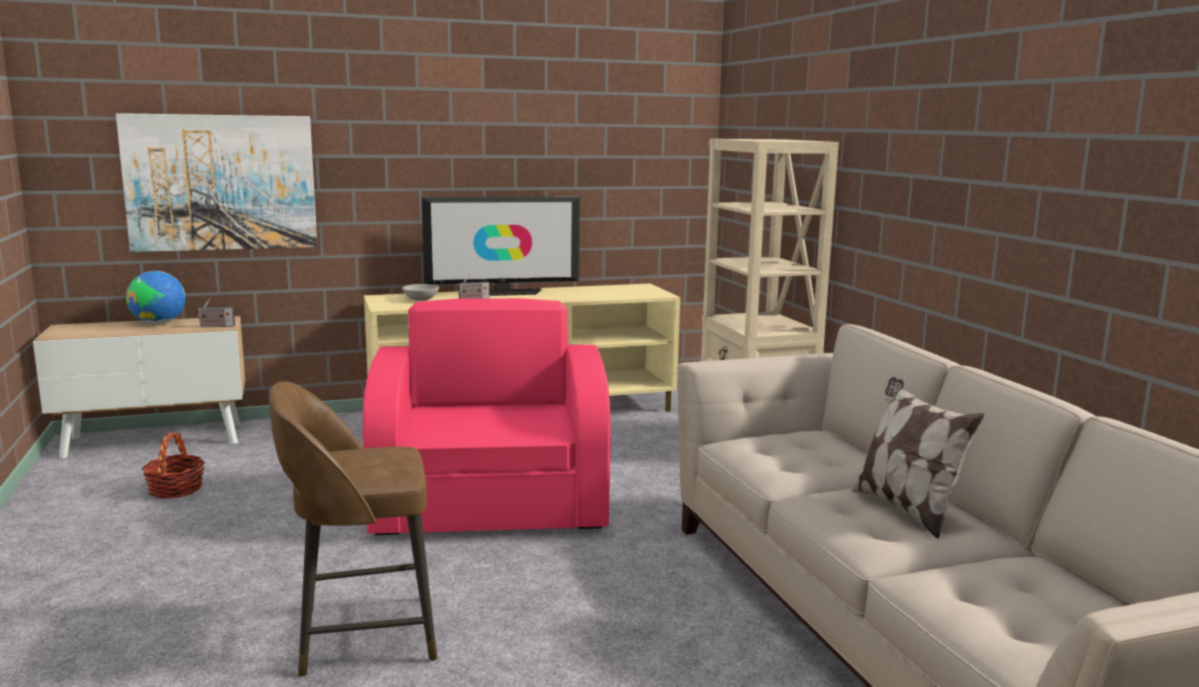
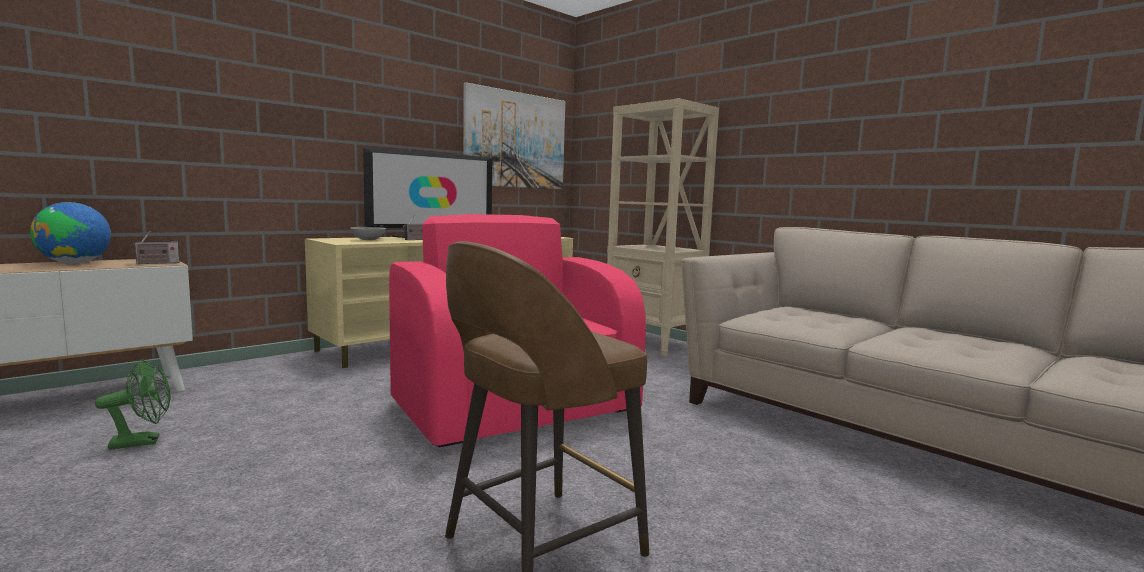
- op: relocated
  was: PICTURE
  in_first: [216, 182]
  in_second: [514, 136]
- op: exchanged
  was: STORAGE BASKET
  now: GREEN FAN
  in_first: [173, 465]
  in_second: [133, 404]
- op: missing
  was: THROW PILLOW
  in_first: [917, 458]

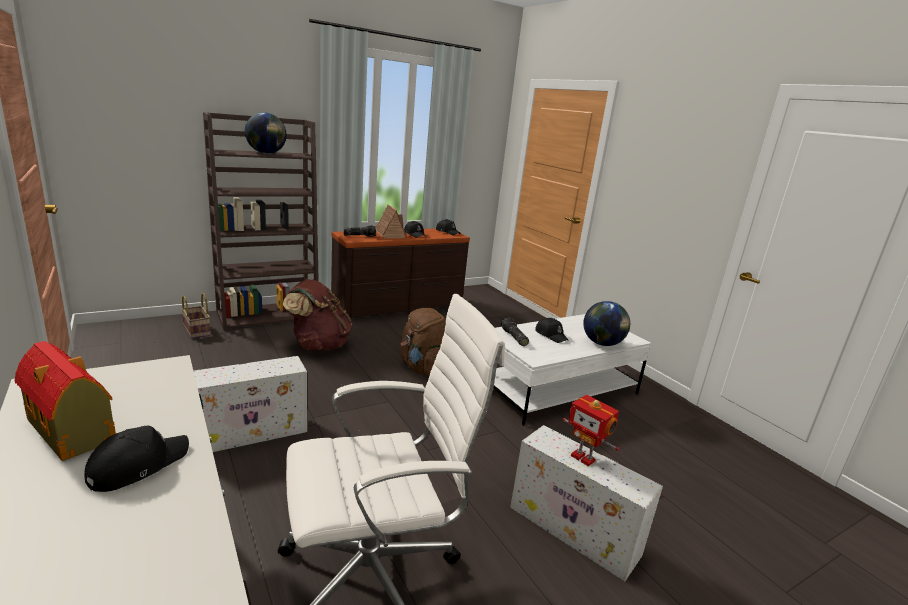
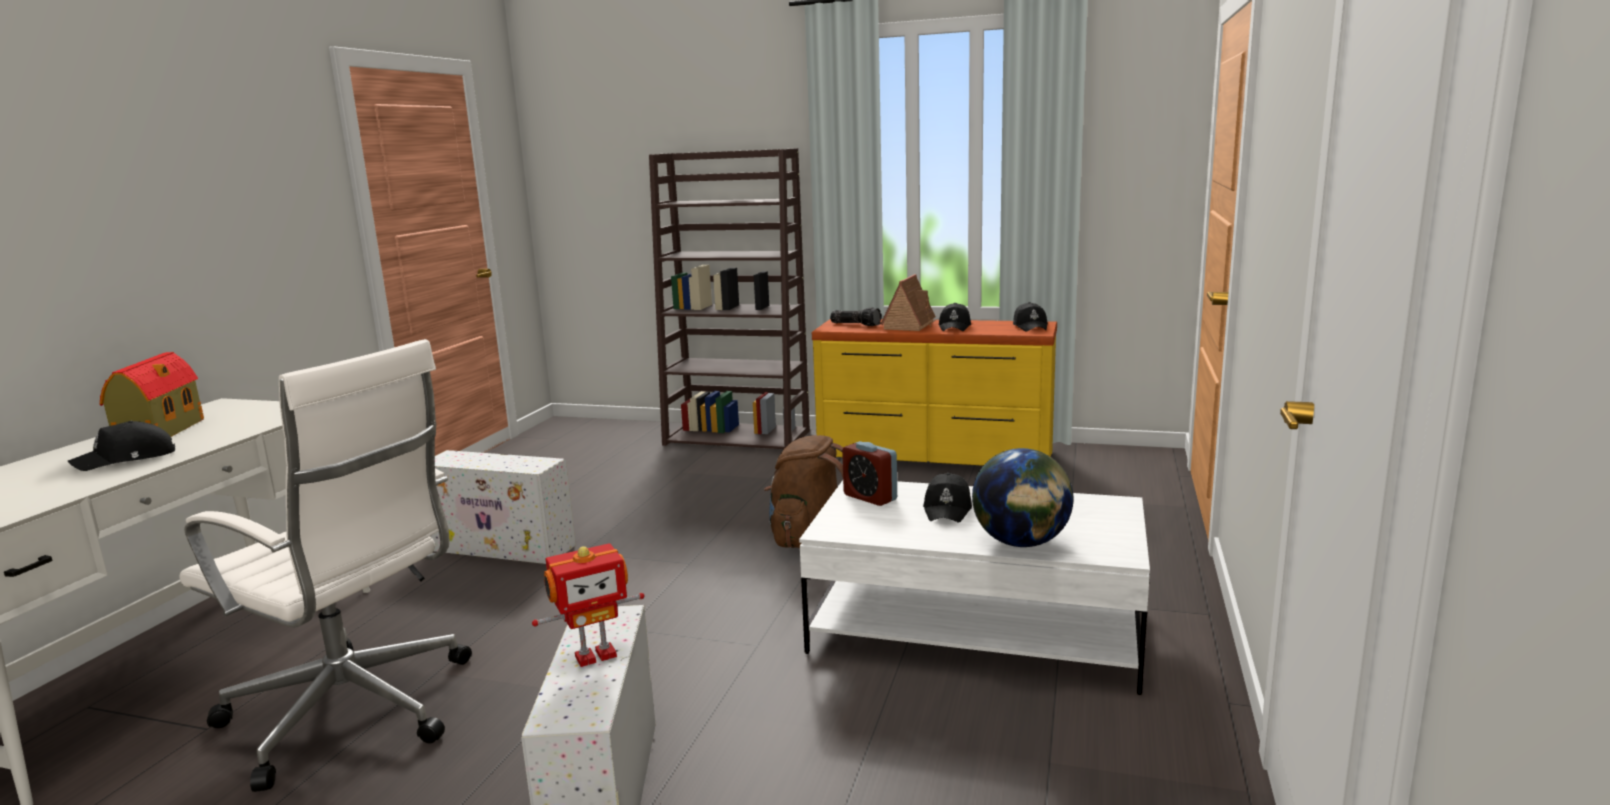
- op: spun
  was: BLACKISH CAP
  in_first: [136, 459]
  in_second: [121, 446]
  clockwise: 150
- op: missing
  was: STORAGE BASKET
  in_first: [196, 316]
- op: missing
  was: DESK GLOBE
  in_first: [266, 133]
- op: missing
  was: BROWN-COLOURED RUCKSACK
  in_first: [317, 315]
- op: colour
  was: BROWN-COLOURED DRESSER
  now: YELLOWISH DRESSER
  in_first: [400, 273]
  in_second: [934, 392]
- op: exchanged
  was: TORCH
  now: BEDSIDE CLOCK
  in_first: [515, 331]
  in_second: [869, 473]
- op: spun
  was: MODEL ROBOT
  in_first: [591, 430]
  in_second: [588, 605]
  clockwise: -120

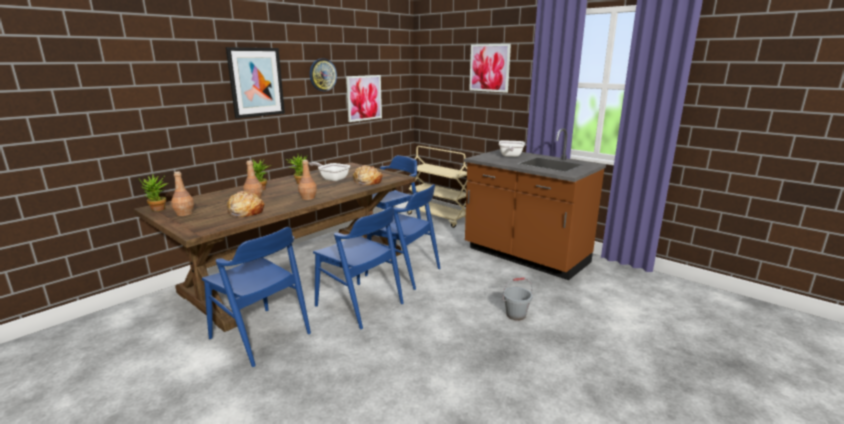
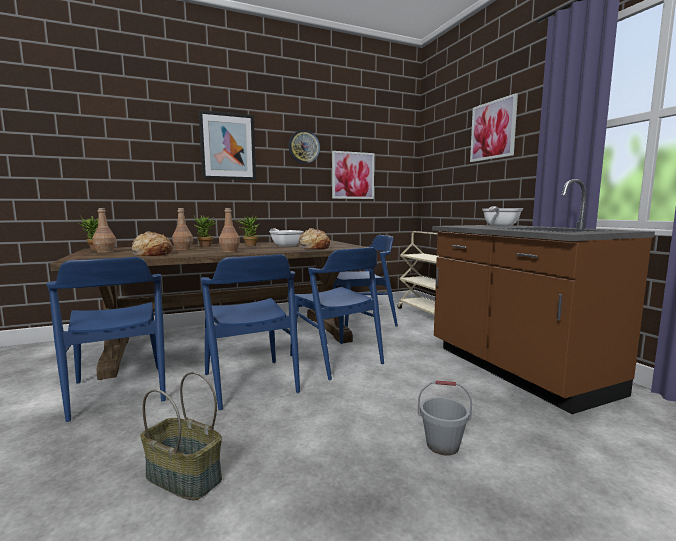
- op: appeared
  now: STORAGE BASKET
  in_second: [181, 436]

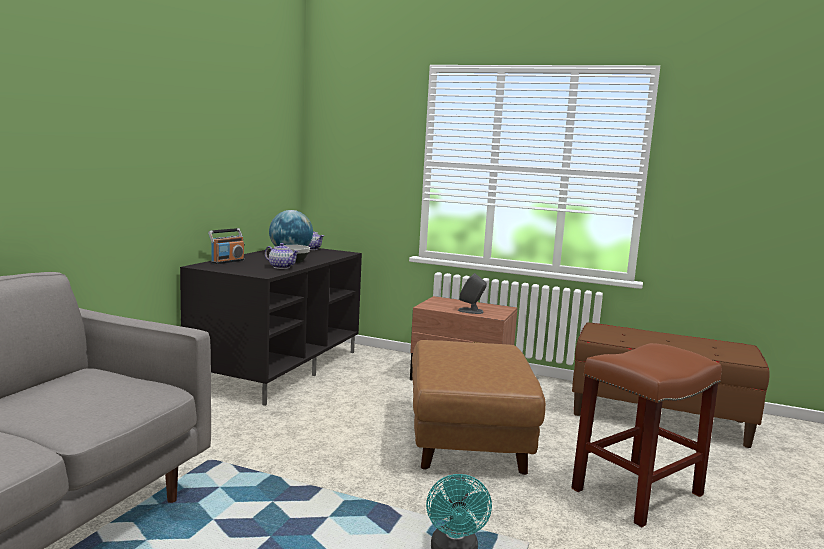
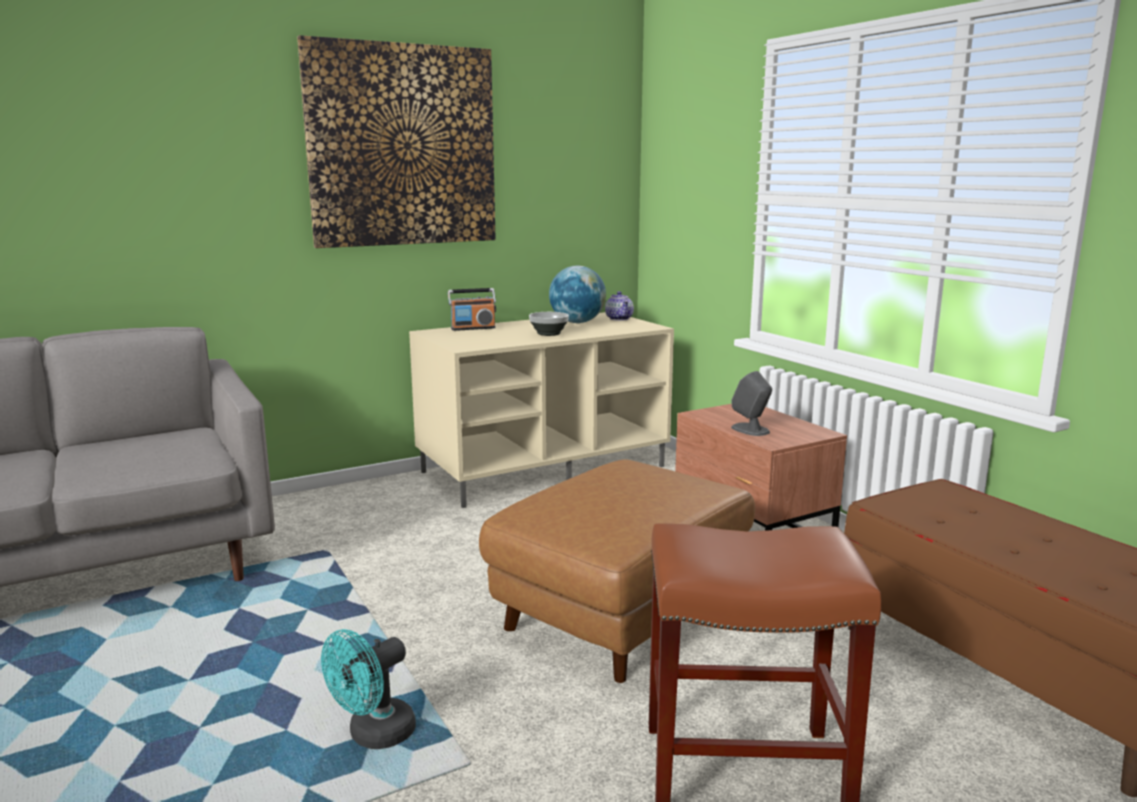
- op: colour
  was: BLACKISH MEDIA CONSOLE
  now: BEIGE-COLOURED MEDIA CONSOLE
  in_first: [271, 327]
  in_second: [541, 410]
- op: missing
  was: TEA POT
  in_first: [282, 256]
- op: appeared
  now: PICTURE
  in_second: [396, 141]

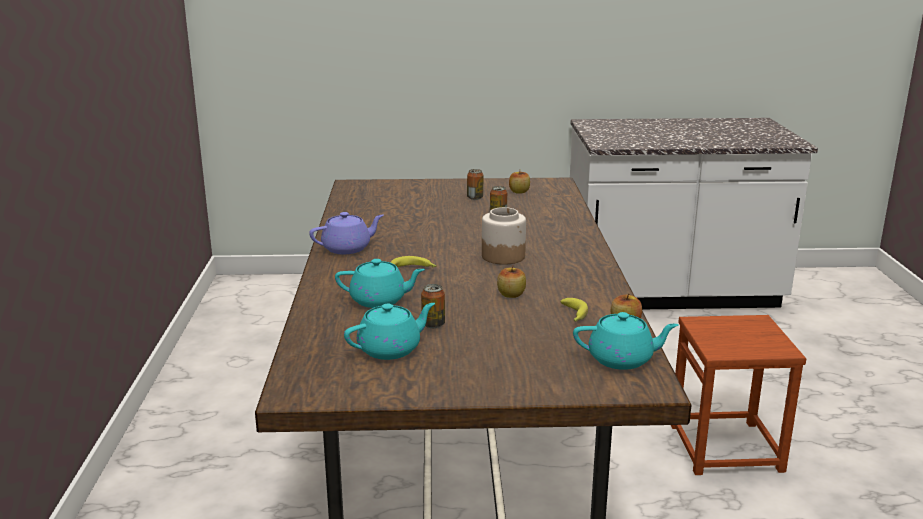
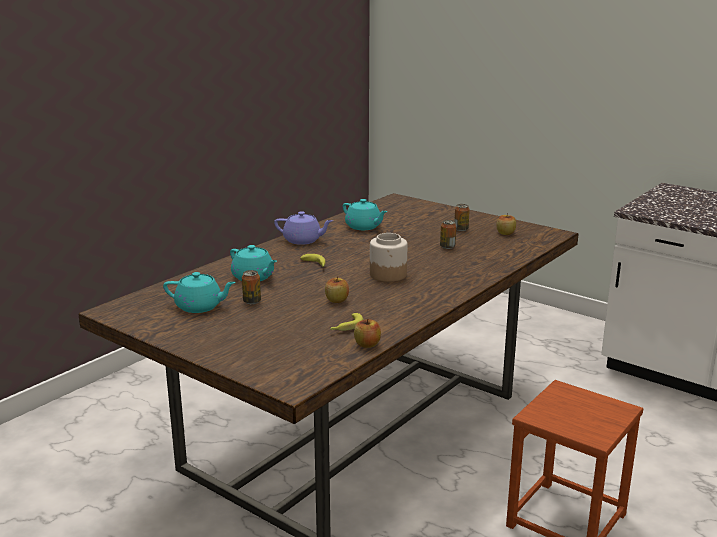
- op: relocated
  was: TURQUOISE-COLOURED TEA POT
  in_first: [626, 341]
  in_second: [365, 214]

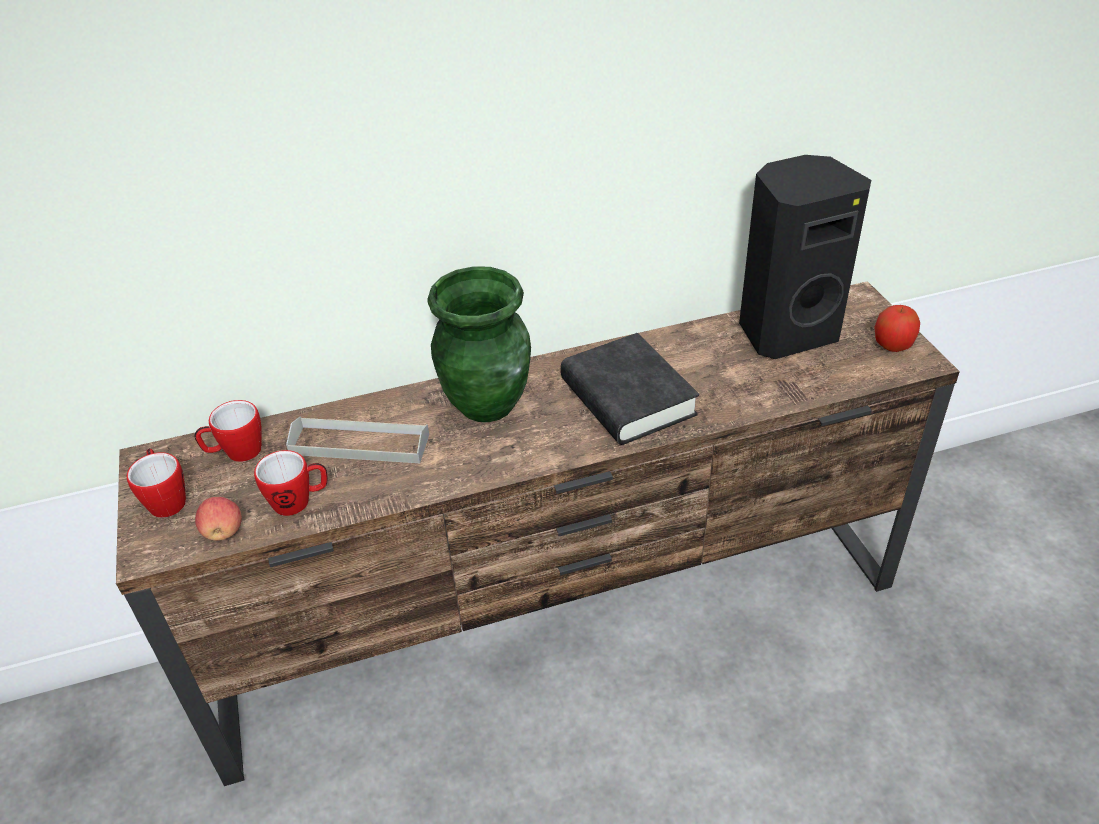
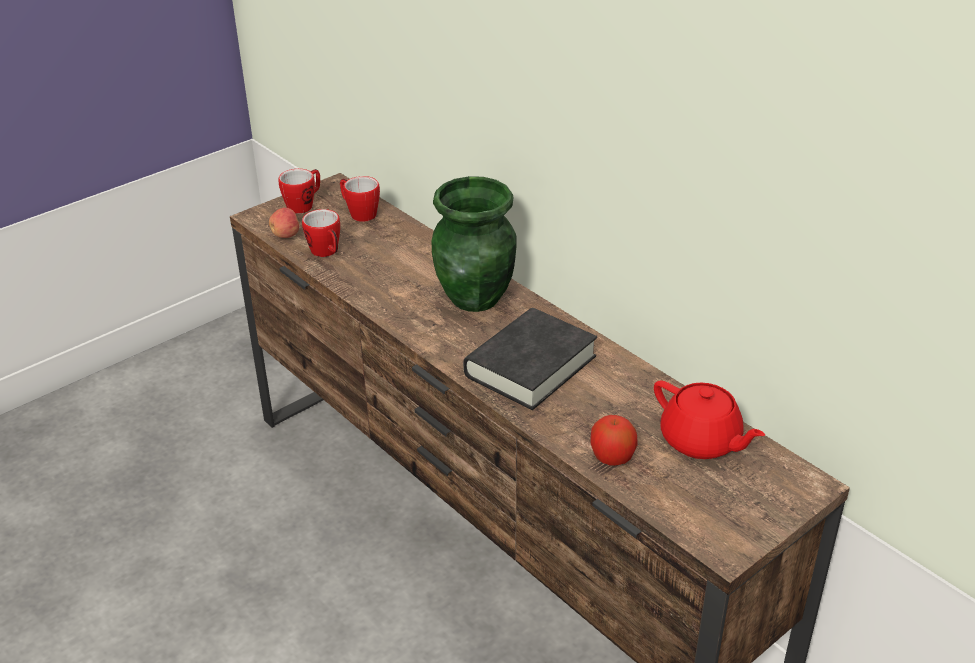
- op: missing
  was: GREY SERVING TRAY
  in_first: [357, 440]
- op: exchanged
  was: BLACKISH AUDIO SPEAKER
  now: REDDISH TEA POT
  in_first: [805, 257]
  in_second: [709, 419]
- op: relocated
  was: APPLE
  in_first: [897, 328]
  in_second: [614, 440]

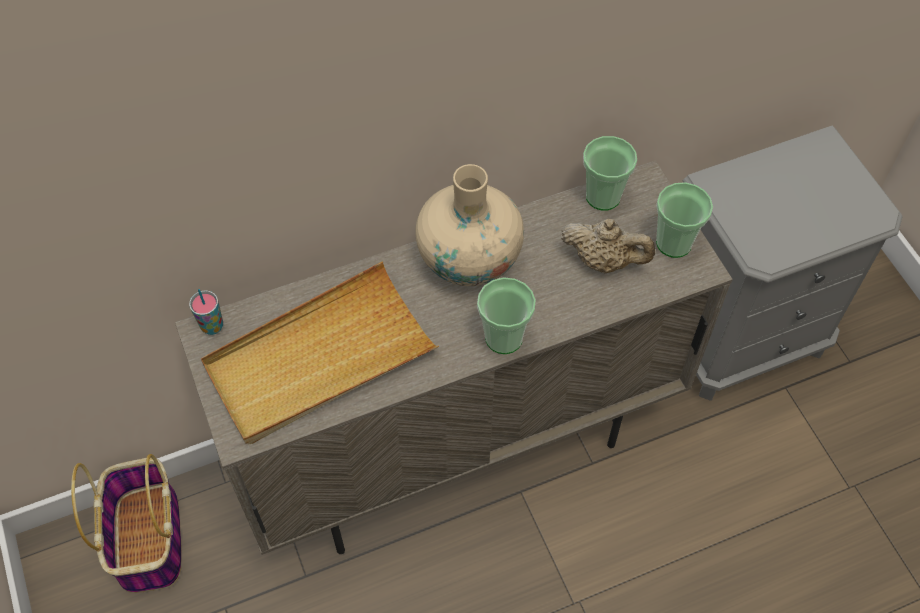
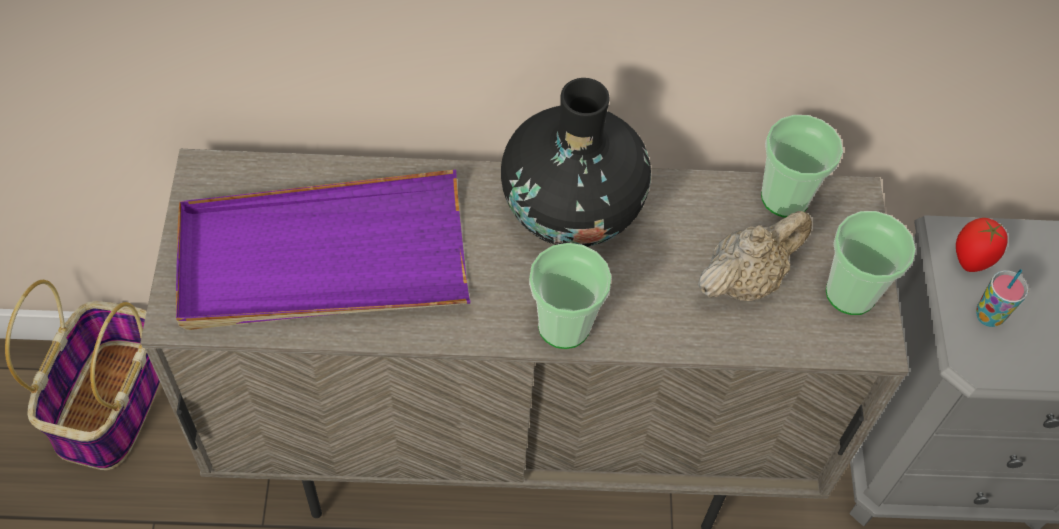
- op: relocated
  was: CUP
  in_first: [206, 312]
  in_second: [1002, 298]
- op: colour
  was: BEIGE-COLOURED SERVING TRAY
  now: PURPLE-COLOURED SERVING TRAY
  in_first: [320, 353]
  in_second: [323, 250]
- op: colour
  was: BEIGE-COLOURED DECORATIVE VASE
  now: BLACKISH DECORATIVE VASE
  in_first: [469, 225]
  in_second: [576, 162]
- op: spun
  was: BEIGE-COLOURED TEA POT
  in_first: [608, 246]
  in_second: [754, 256]
  clockwise: -75
- op: appeared
  now: WHOLE TOMATO
  in_second: [982, 245]

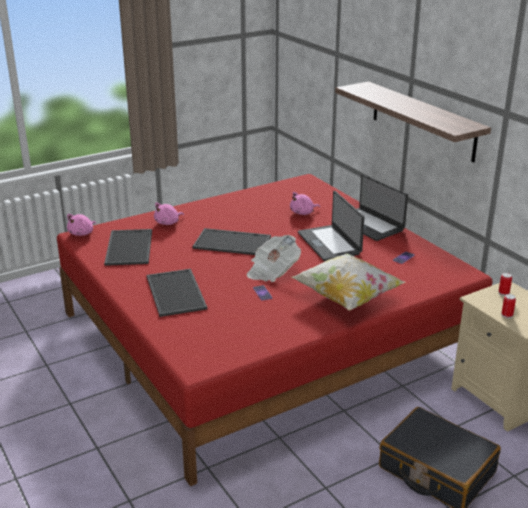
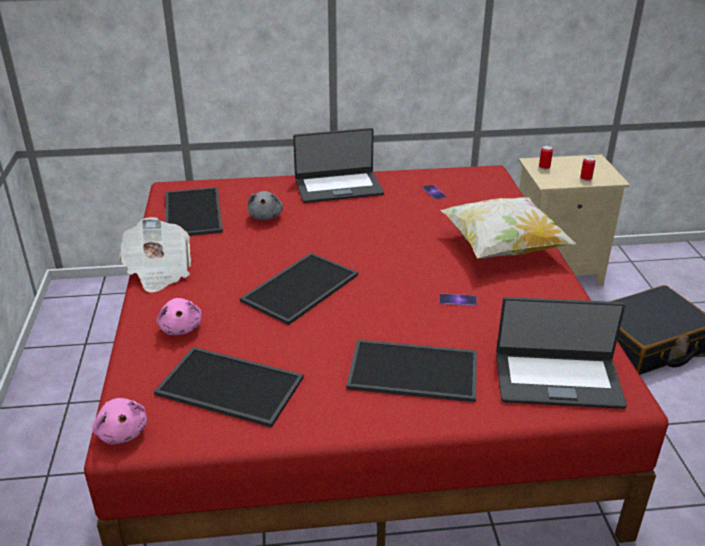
- op: relocated
  was: PRINTED PAPER
  in_first: [274, 258]
  in_second: [155, 255]
- op: colour
  was: PINK-COLOURED CUDDLY TOY
  now: GREY CUDDLY TOY
  in_first: [305, 203]
  in_second: [265, 205]
- op: relocated
  was: PORTABLE COMPUTER
  in_first: [331, 226]
  in_second: [561, 353]
- op: missing
  was: WALL SHELF
  in_first: [413, 122]
- op: appeared
  now: SERVING TRAY
  in_second: [194, 211]

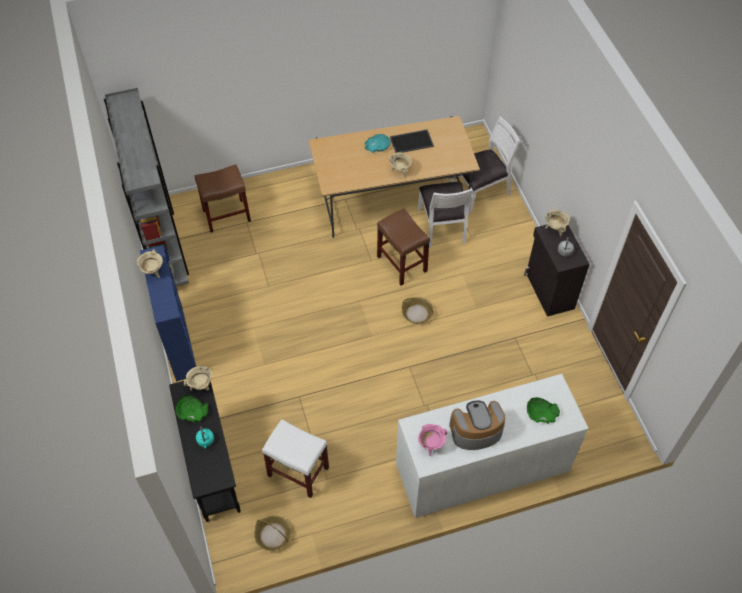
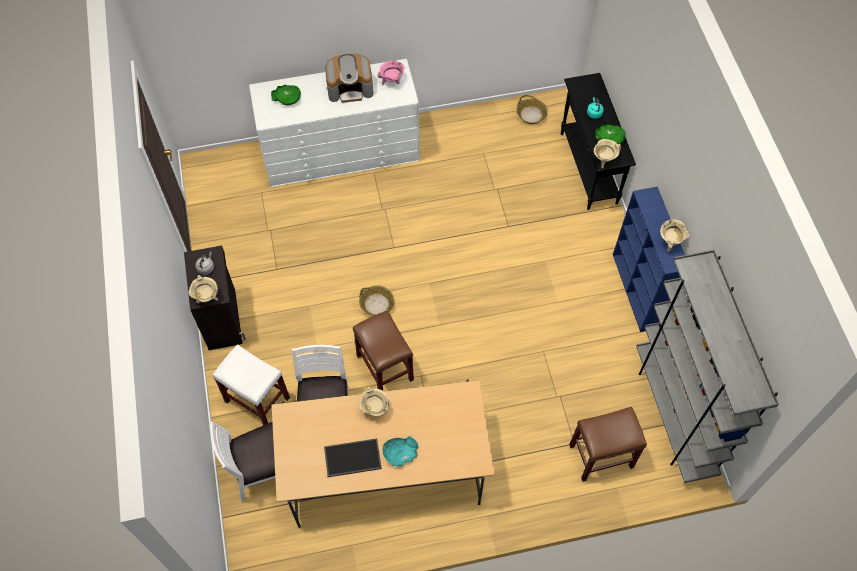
- op: relocated
  was: WHITE STOOL SEAT
  in_first: [295, 458]
  in_second: [251, 384]

